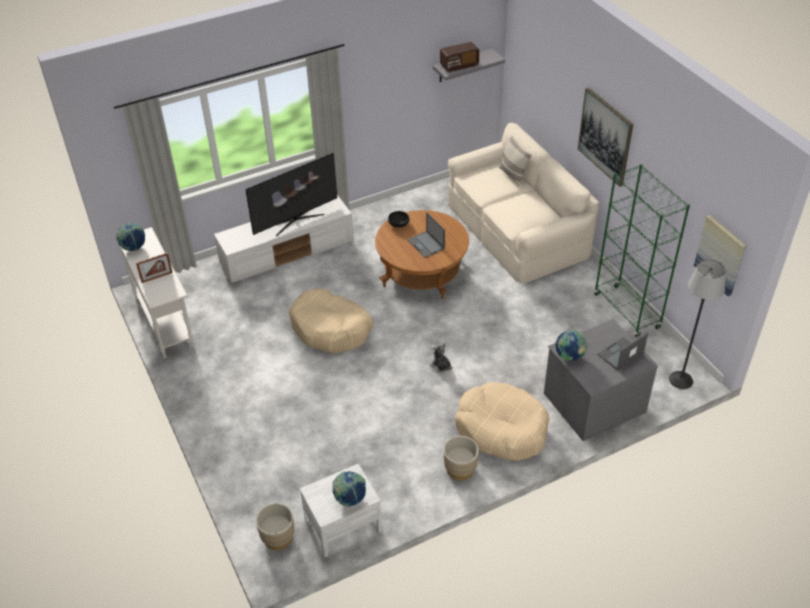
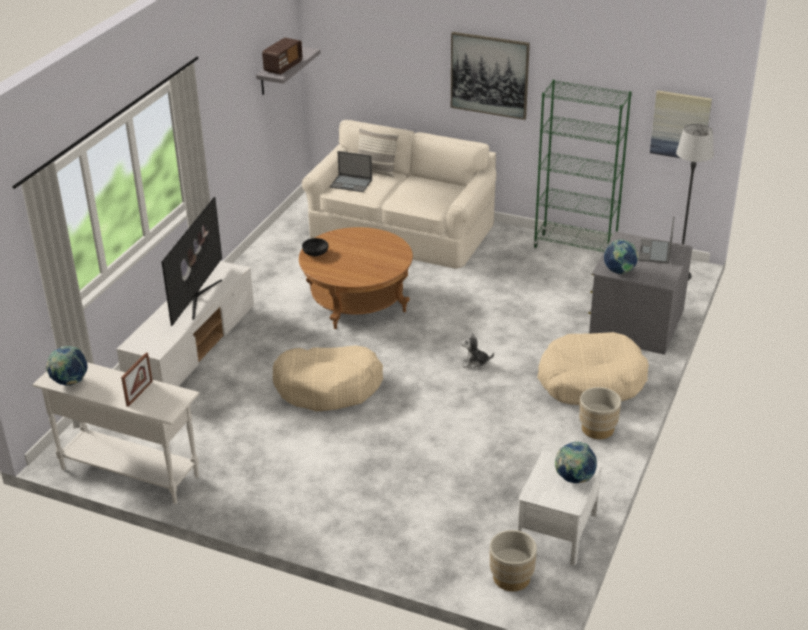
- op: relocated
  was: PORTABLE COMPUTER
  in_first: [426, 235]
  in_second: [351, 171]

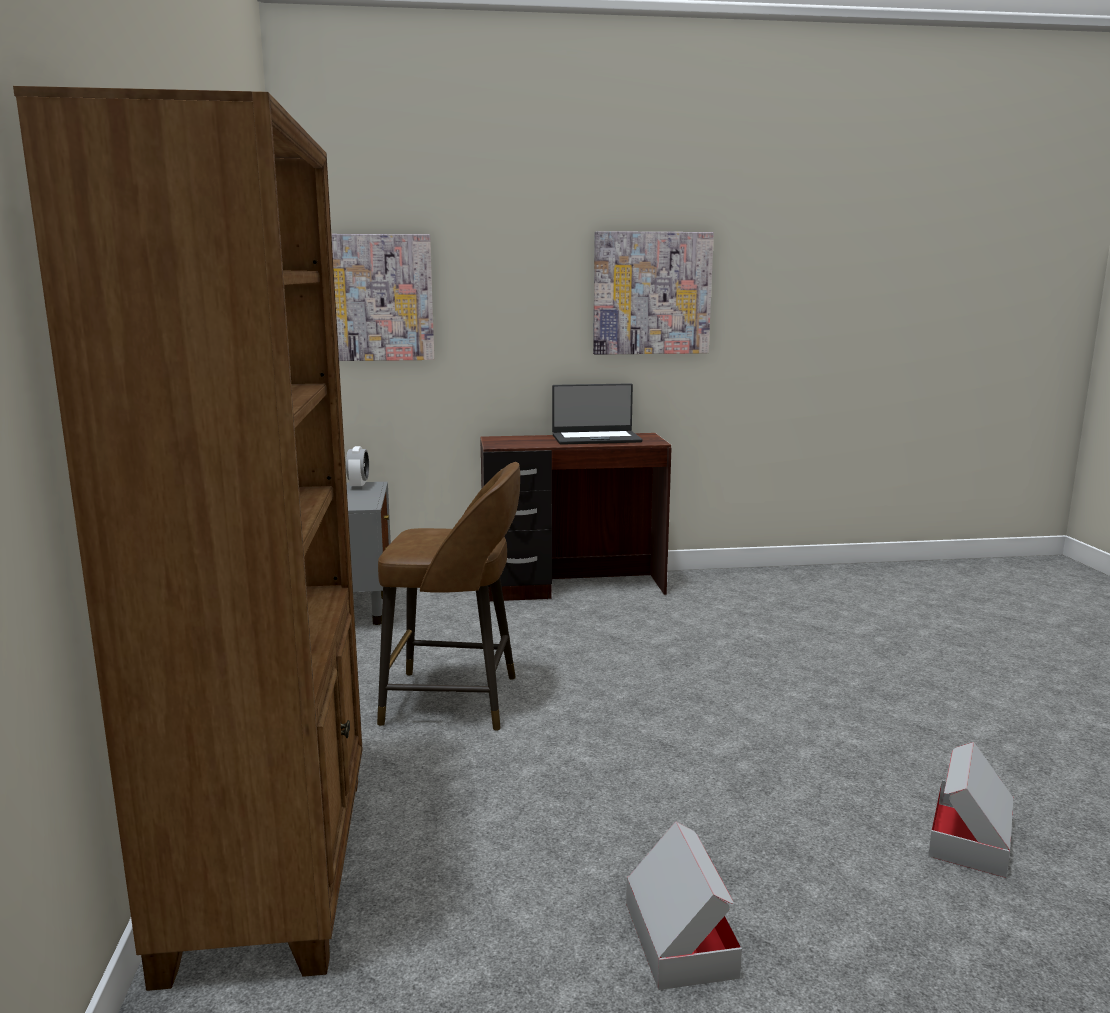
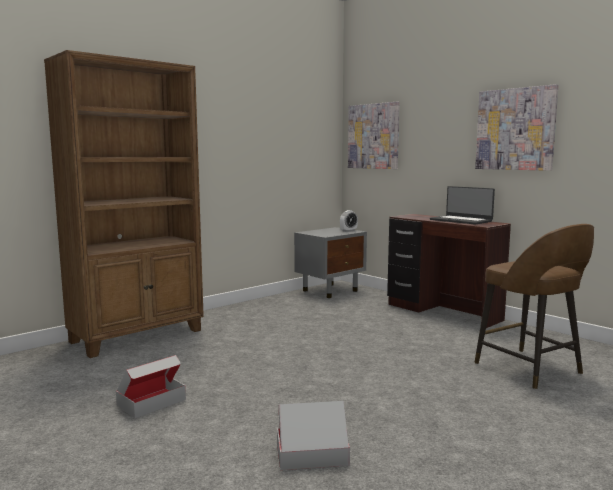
- op: relocated
  was: BROWN-COLOURED STOOL SEAT
  in_first: [448, 596]
  in_second: [534, 306]

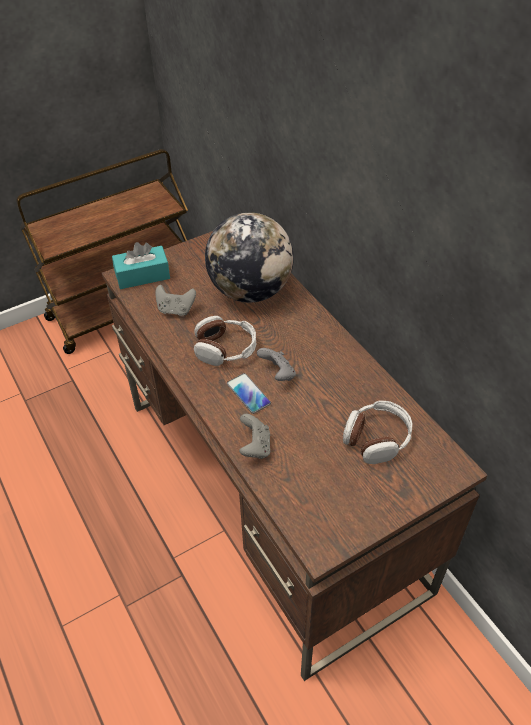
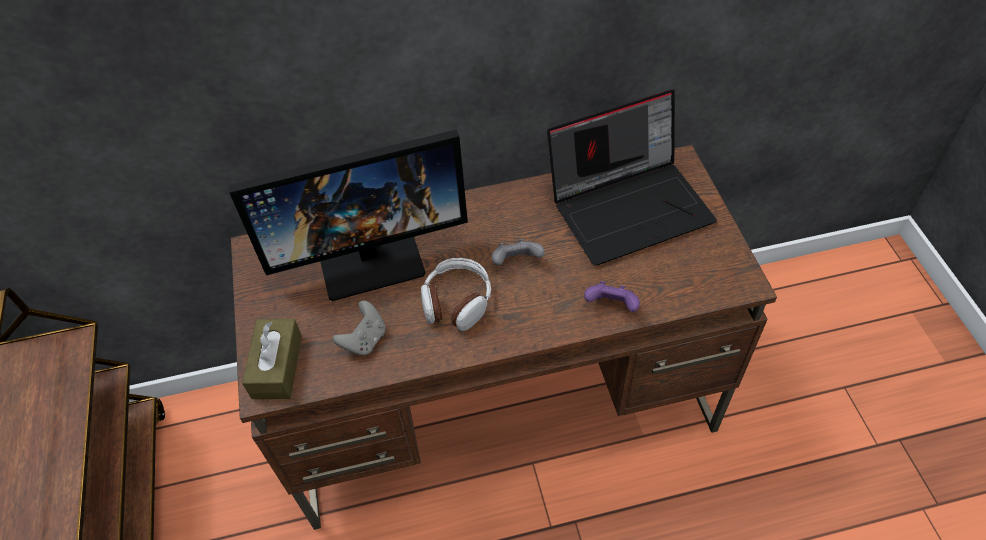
- op: colour
  was: TURQUOISE-COLOURED BOX OF TISSUES
  now: BROWN-COLOURED BOX OF TISSUES
  in_first: [141, 265]
  in_second: [272, 359]
- op: exchanged
  was: DESK GLOBE
  now: MONITOR
  in_first: [249, 257]
  in_second: [348, 215]
- op: missing
  was: HANDSET
  in_first: [249, 393]
- op: colour
  was: GREY GAMEPAD
  now: PURPLE-COLOURED GAMEPAD
  in_first: [255, 436]
  in_second: [612, 296]
- op: exchanged
  was: HEADSET
  now: PORTABLE COMPUTER
  in_first: [377, 432]
  in_second: [632, 178]

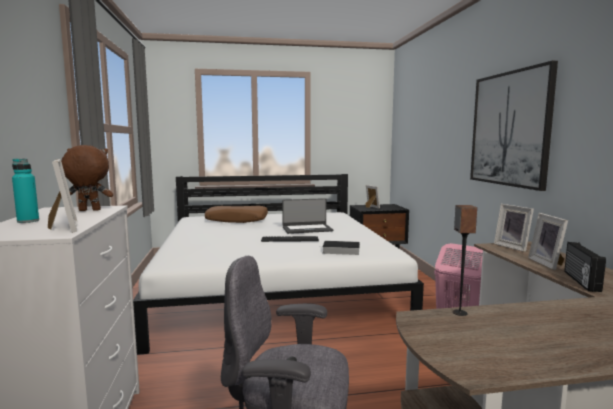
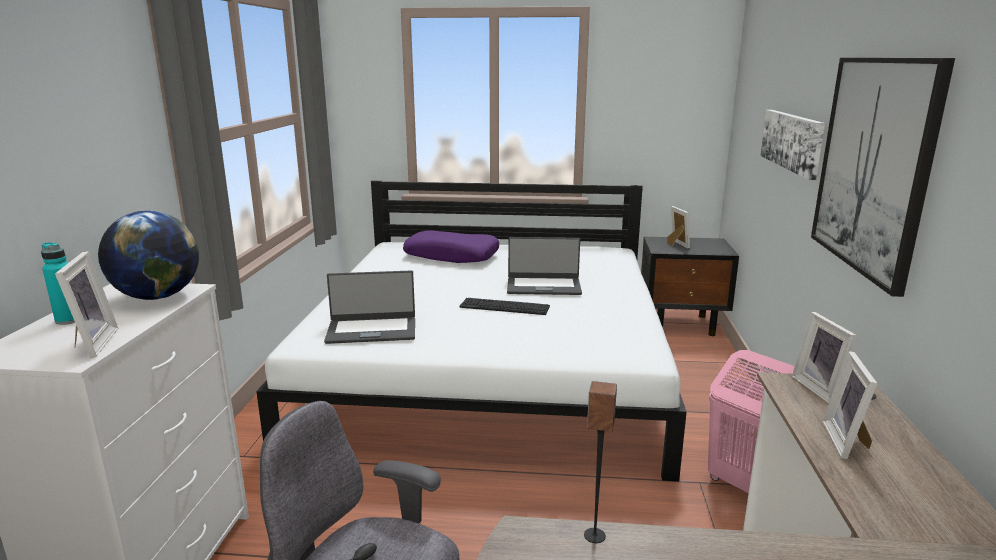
- op: exchanged
  was: BROWN-COLOURED CUDDLY TOY
  now: DESK GLOBE
  in_first: [87, 178]
  in_second: [148, 255]
- op: colour
  was: BROWN-COLOURED THROW PILLOW
  now: PURPLE-COLOURED THROW PILLOW
  in_first: [236, 214]
  in_second: [451, 246]
- op: missing
  was: VOLUME
  in_first: [339, 248]
- op: missing
  was: RADIO
  in_first: [585, 267]
- op: appeared
  now: PORTABLE COMPUTER
  in_second: [369, 307]
- op: appeared
  now: PICTURE
  in_second: [792, 145]

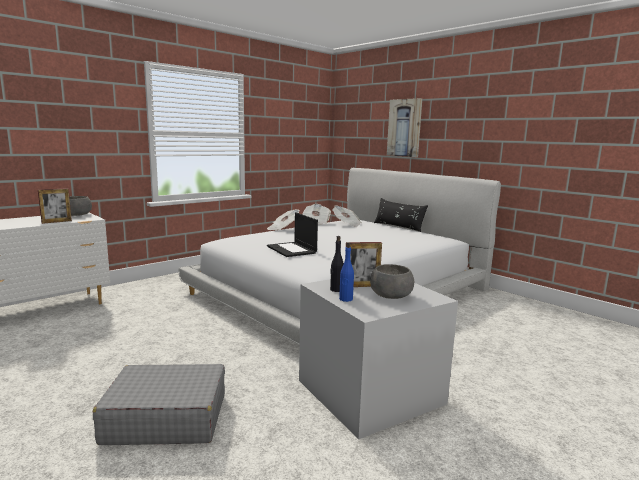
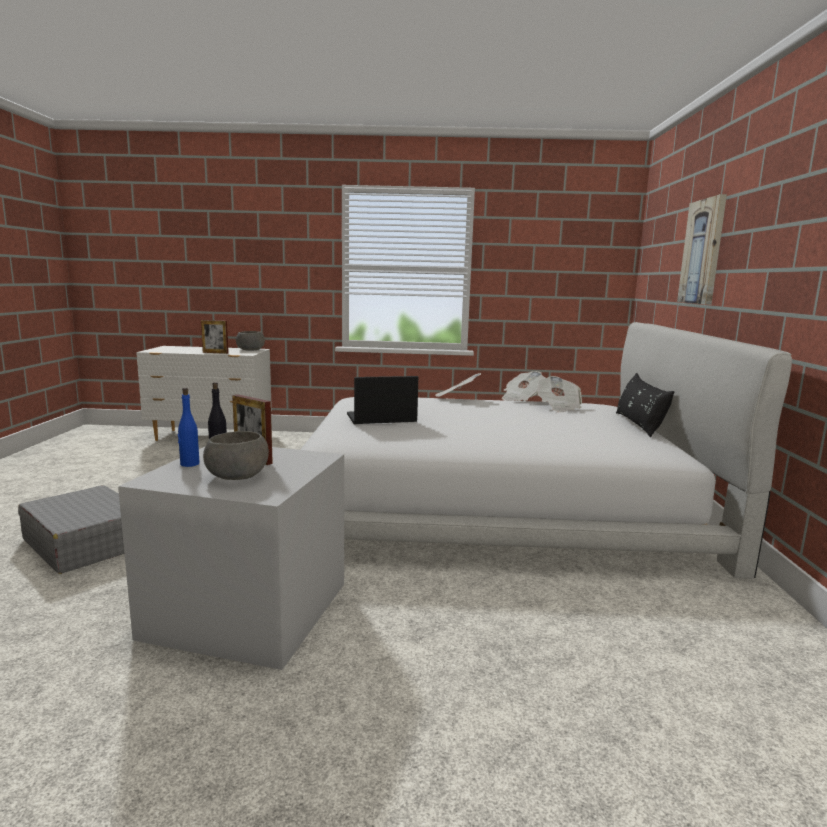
- op: spun
  was: PORTABLE COMPUTER
  in_first: [292, 234]
  in_second: [382, 400]
  clockwise: 60

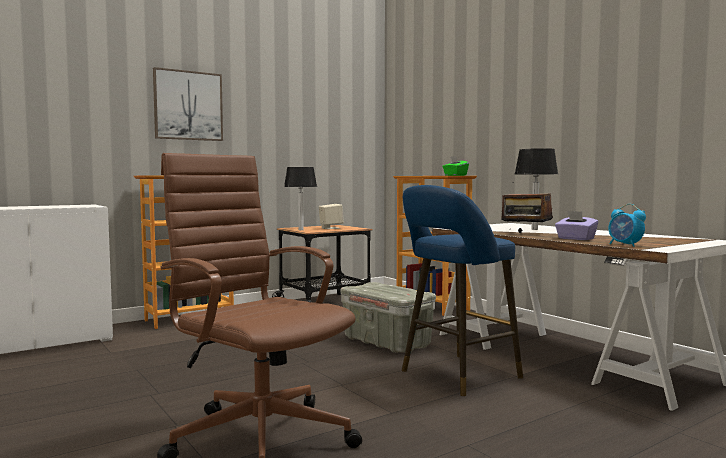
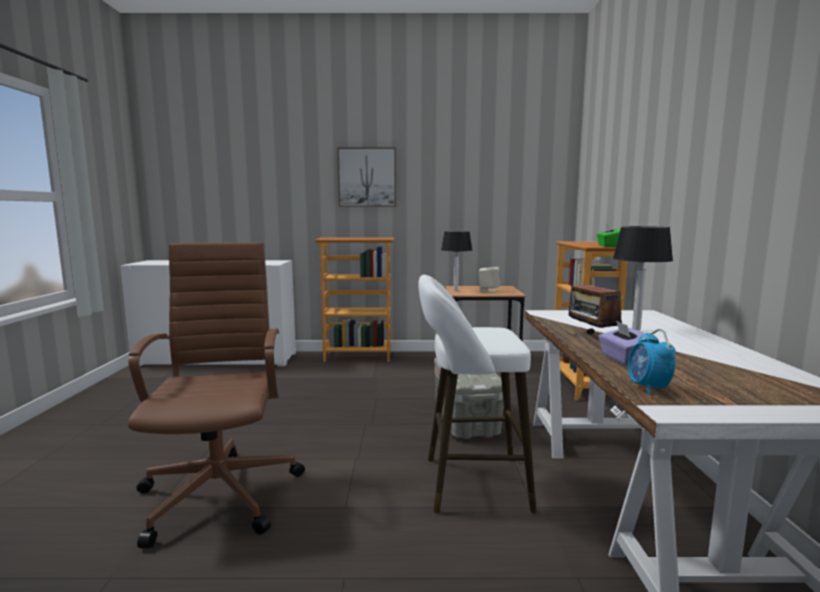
- op: colour
  was: BLUISH STOOL SEAT
  now: WHITE STOOL SEAT
  in_first: [462, 290]
  in_second: [477, 394]

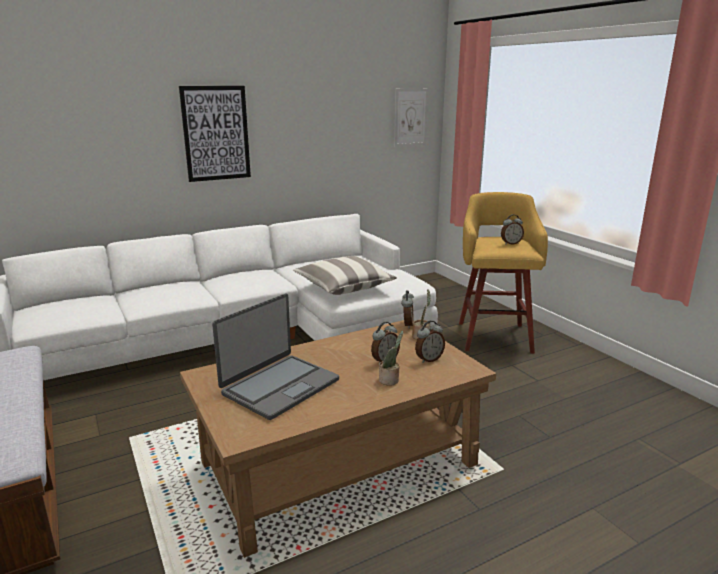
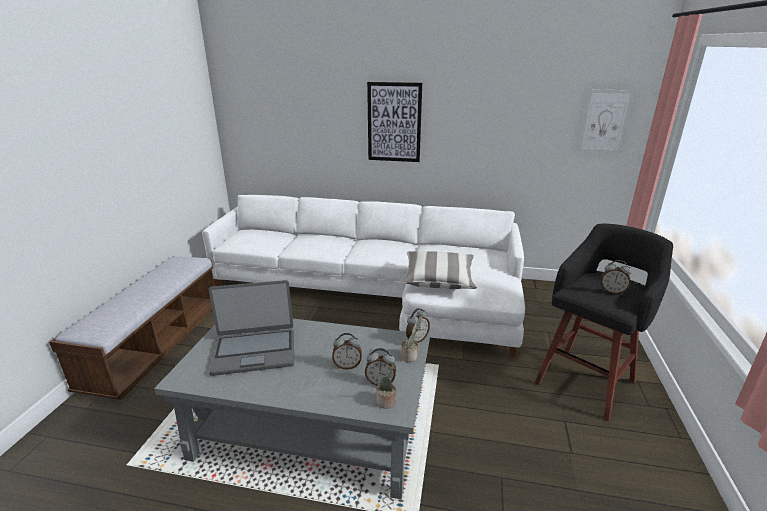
- op: colour
  was: BROWN-COLOURED COFFEE TABLE
  now: GREY COFFEE TABLE
  in_first: [338, 439]
  in_second: [292, 409]
- op: relocated
  was: HOUSEPLANT
  in_first: [391, 358]
  in_second: [386, 387]
- op: colour
  was: YELLOWISH STOOL SEAT
  now: BLACKISH STOOL SEAT
  in_first: [503, 273]
  in_second: [604, 322]

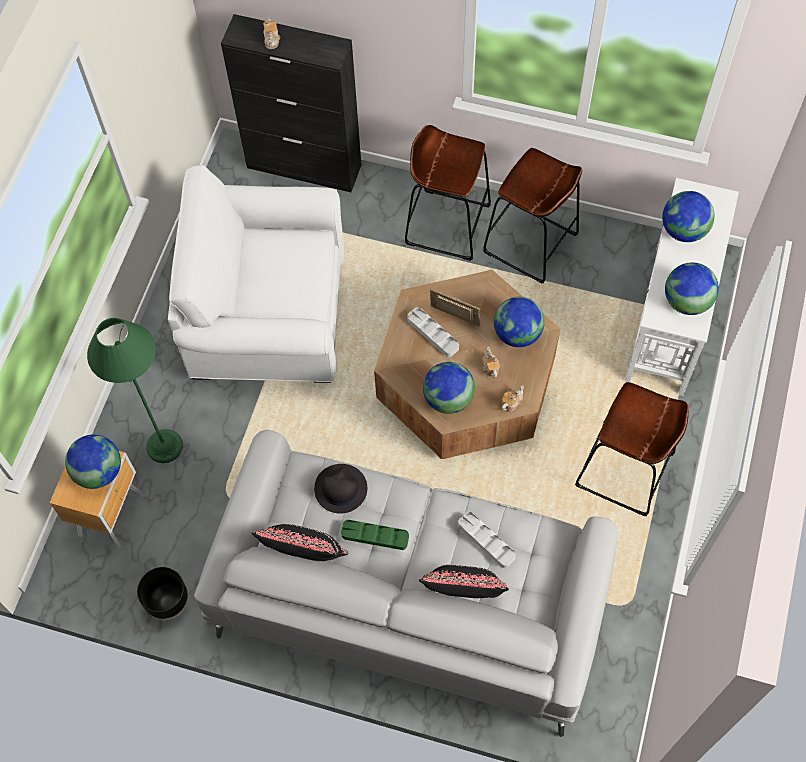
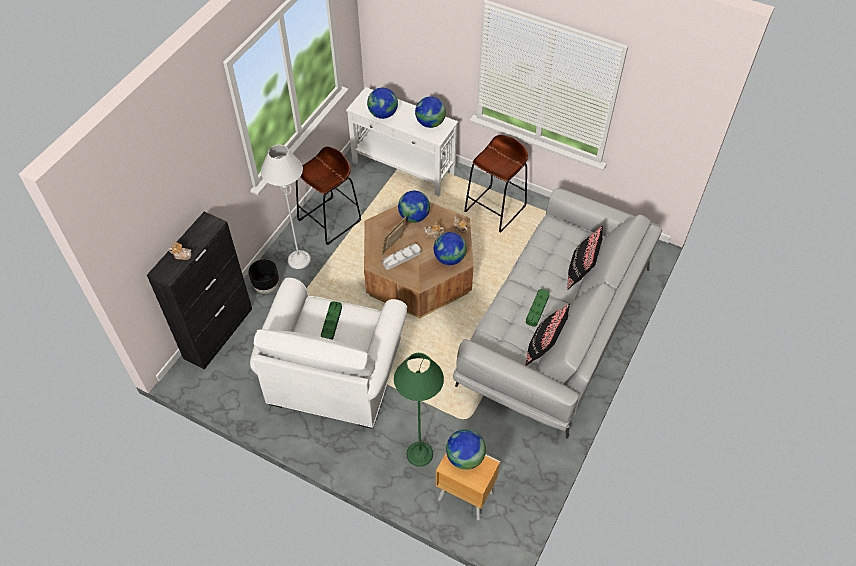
- op: relocated
  was: BLACKISH FLOWER POT
  in_first: [162, 593]
  in_second: [263, 276]
- op: missing
  was: BLACKISH WEARABLE HAT
  in_first: [340, 489]
- op: exchanged
  was: BROWN-COLOURED STOOL SEAT
  now: GREY STANDING LAMP
  in_first: [448, 193]
  in_second: [286, 207]
- op: missing
  was: GREY SERVING TRAY
  in_first: [487, 540]
- op: appeared
  now: GREEN SERVING TRAY
  in_second: [331, 320]

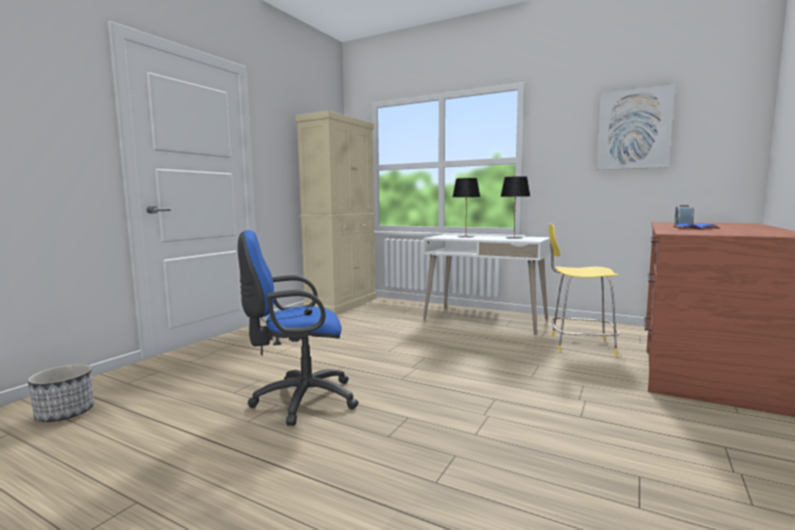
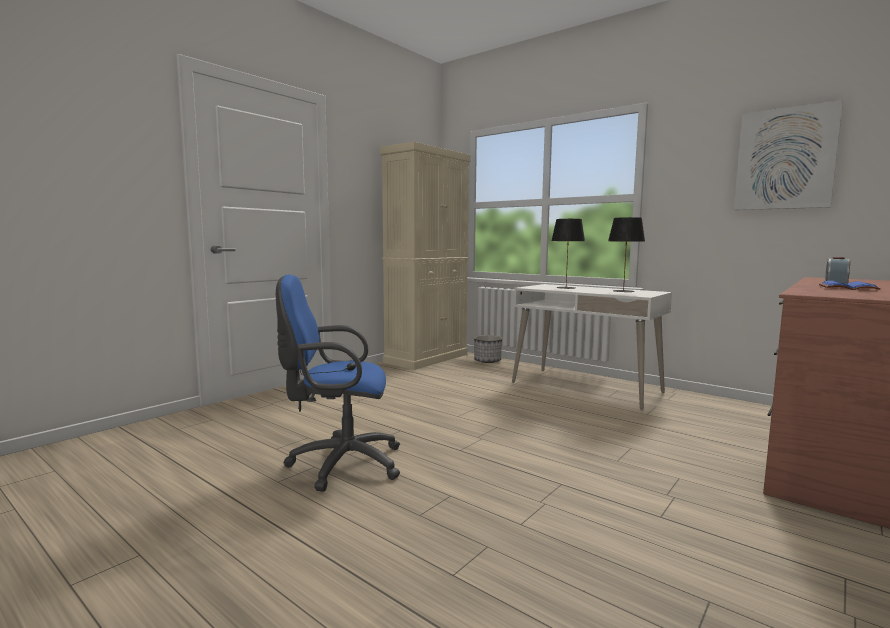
- op: relocated
  was: FLOWER POT
  in_first: [61, 393]
  in_second: [488, 349]
- op: missing
  was: YELLOWISH STOOL SEAT
  in_first: [584, 289]

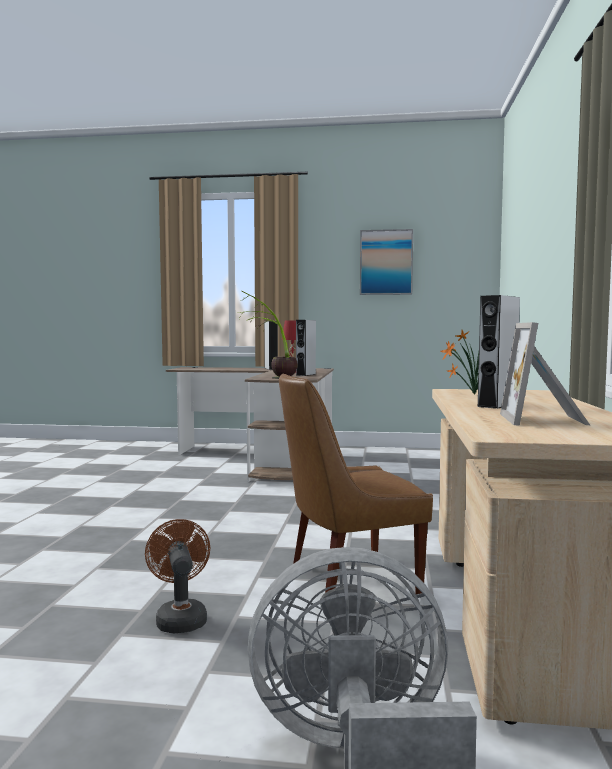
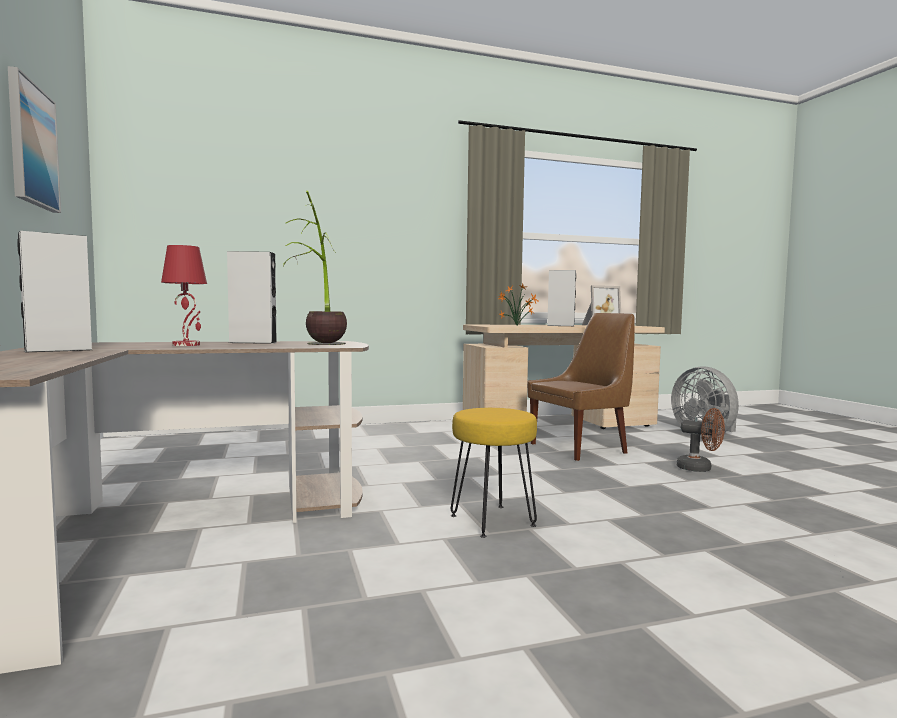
- op: spun
  was: BROWN-COLOURED FAN
  in_first: [177, 576]
  in_second: [701, 440]
  clockwise: -105
- op: spun
  was: BROWN-COLOURED CHAIR
  in_first: [356, 483]
  in_second: [581, 387]
  clockwise: -75
- op: appeared
  now: YELLOWISH STOOL SEAT
  in_second: [494, 473]

